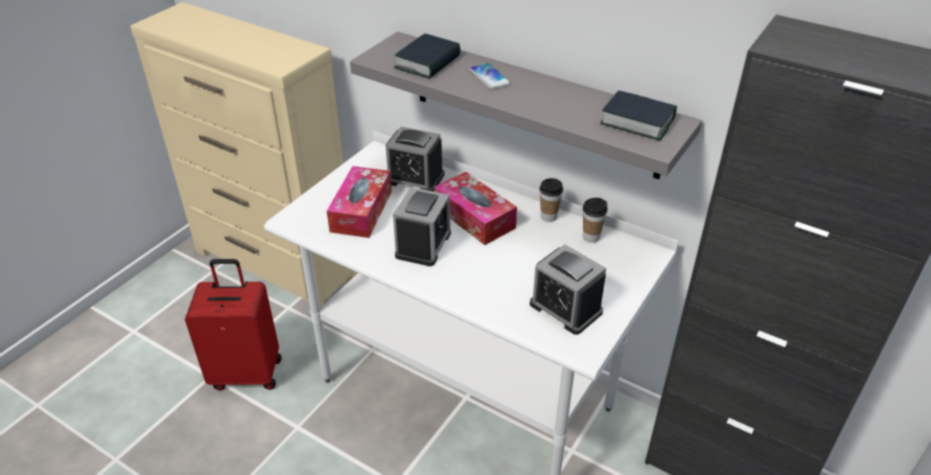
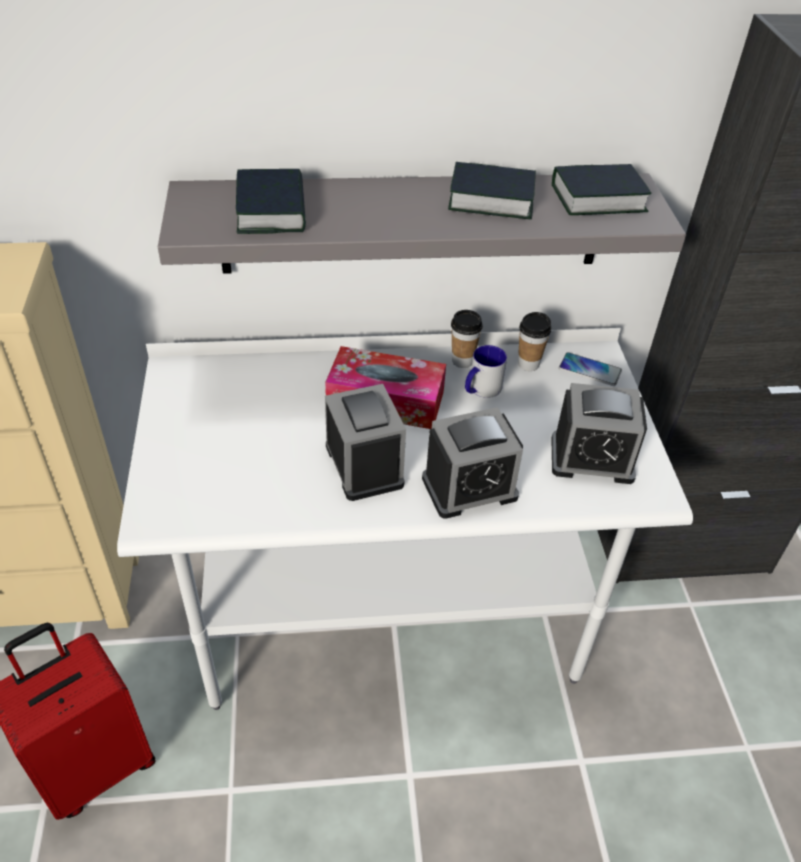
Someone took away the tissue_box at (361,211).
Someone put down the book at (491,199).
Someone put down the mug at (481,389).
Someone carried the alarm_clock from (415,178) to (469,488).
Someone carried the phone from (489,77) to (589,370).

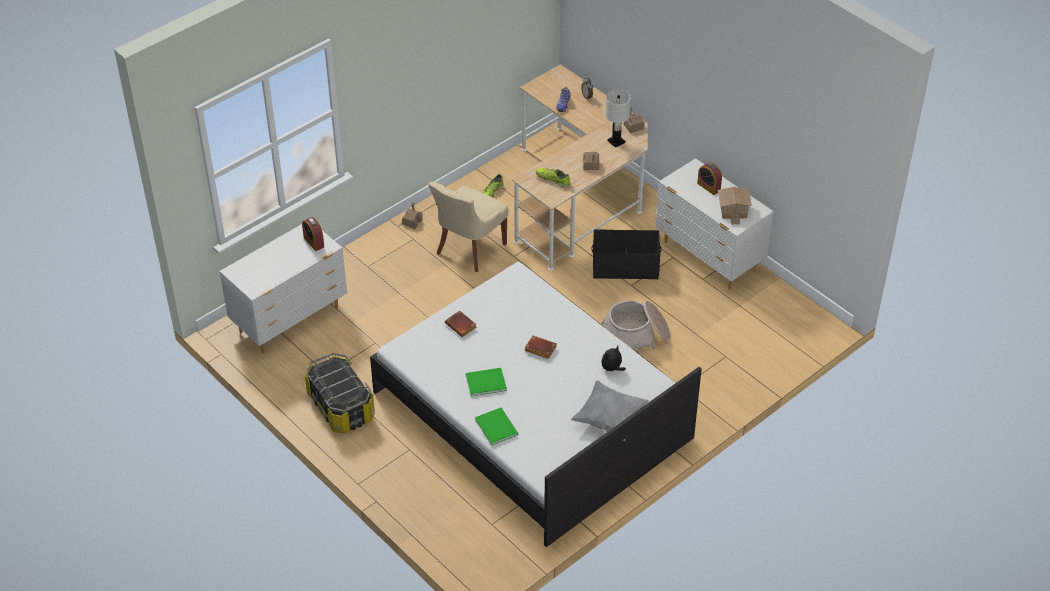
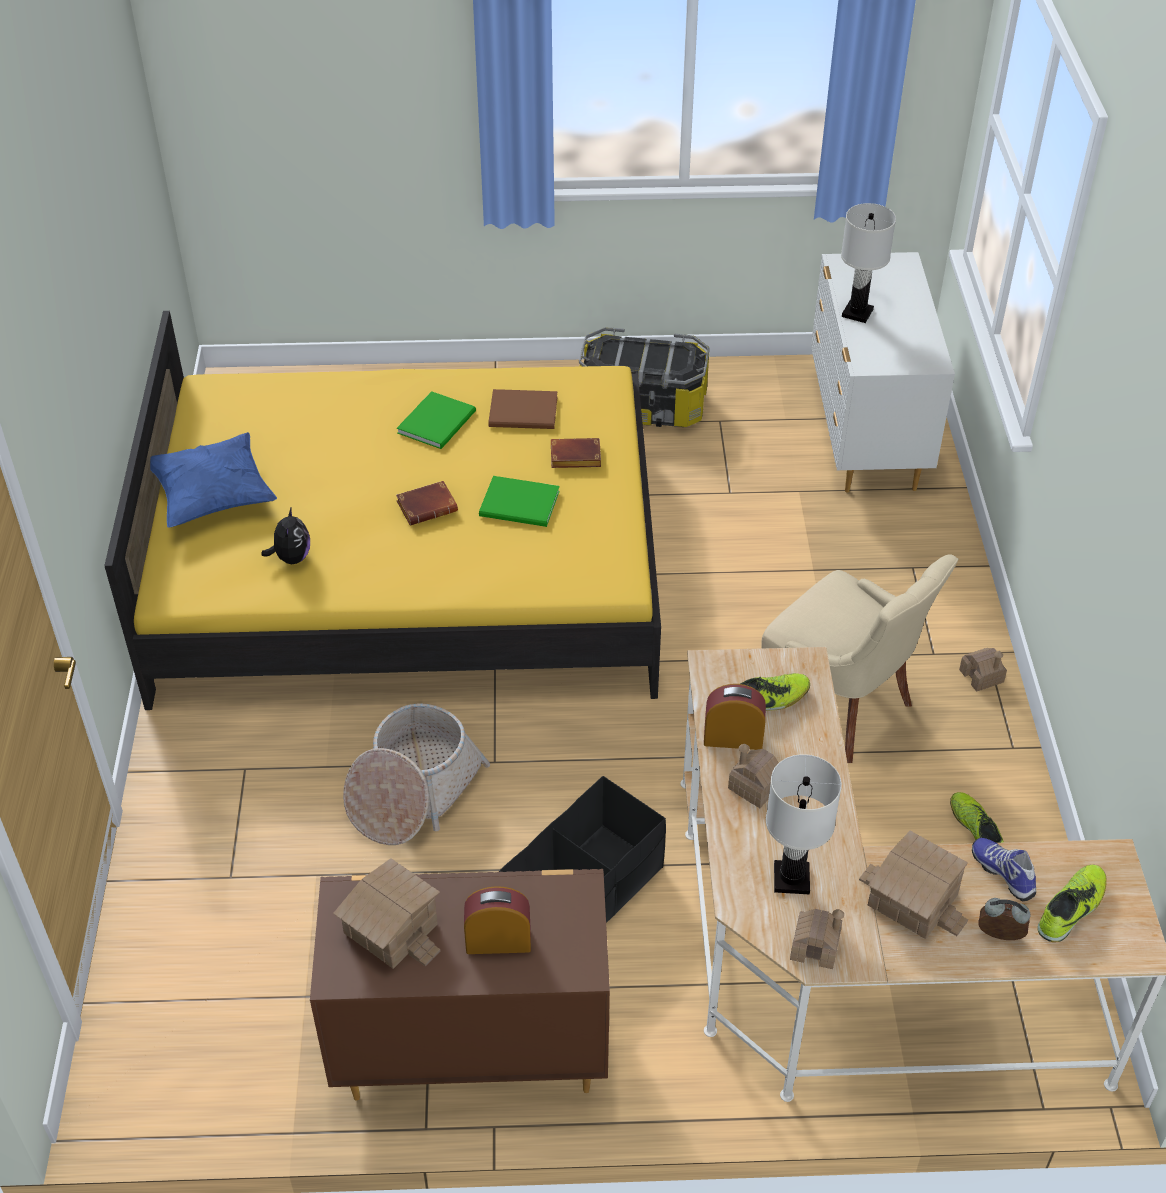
Someone put down the brown_book at (525,413).
Someone put down the white_table_lamp at (858,313).
Someone put down the toy_house at (911,901).
Someone put down the shoe at (1071,908).
Someone carried the alarm_clock from (314,242) to (733,738).
Someone carried the green_book from (496,426) to (521,505).
Someone repainted the white_bed at (532,414), which became the yellow_bed at (408,568).
Someone repainted the grey_pillow at (609,419), which became the blue_pillow at (213,498).
Someone repainted the white_dresser at (709,258), which became the brown_dresser at (469,1049).
Someone rotated the beige_chair at (469,249) by 150 degrees clockwise.

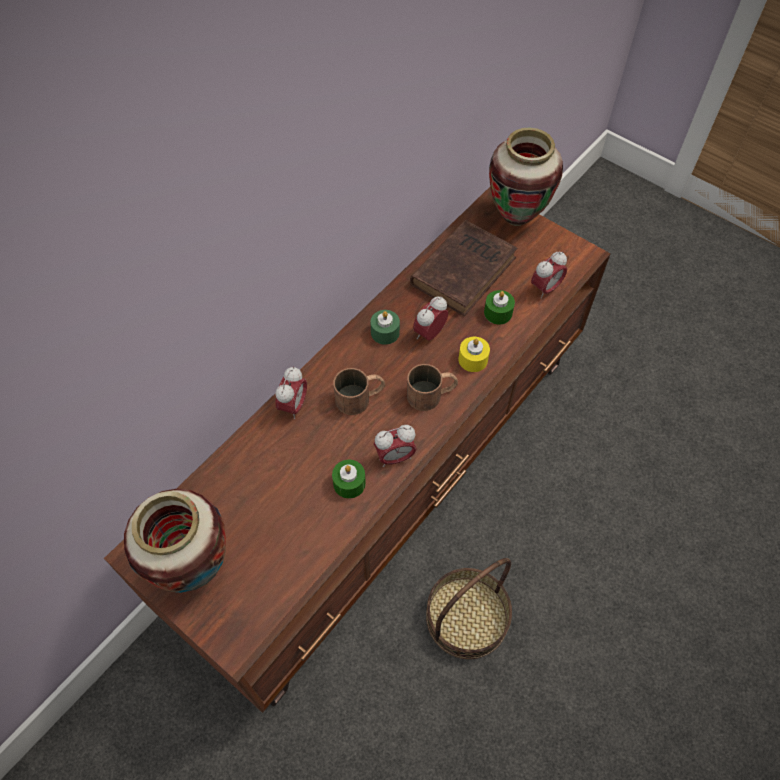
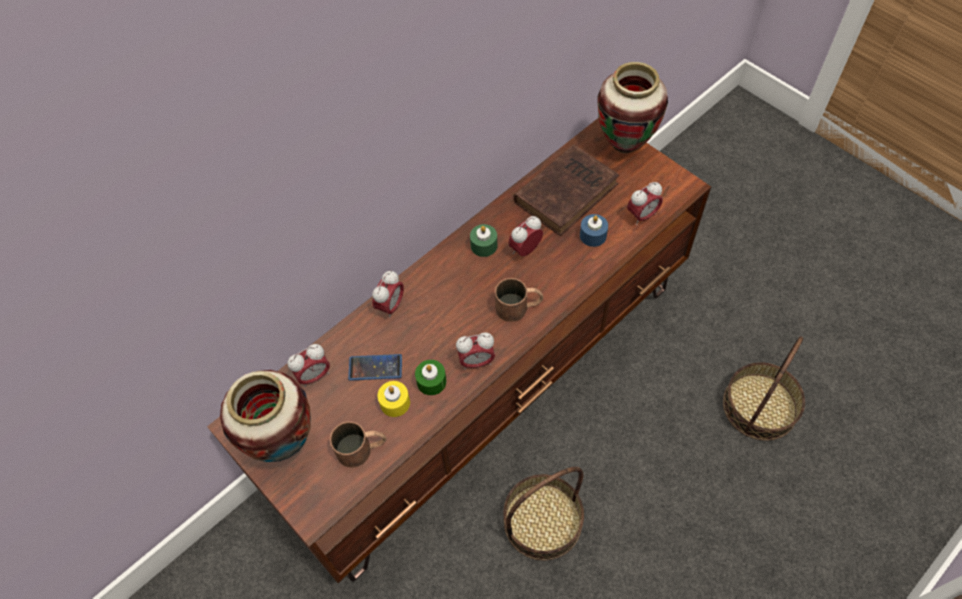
Someone put down the alarm_clock at (314,376).
Someone put down the phone at (375,368).
Someone put down the basket at (759,406).
Someone carried the brown_mug from (360,397) to (362,449).
Someone carried the yellow_candle from (473,359) to (395,403).
Someone repainted the green_candle at (498,313), which became the blue_candle at (593,235).

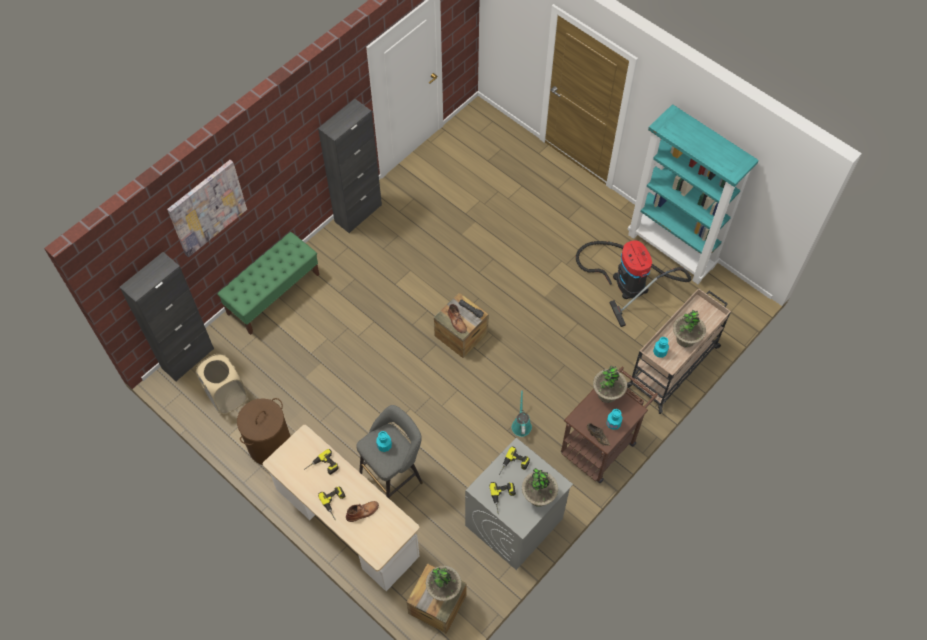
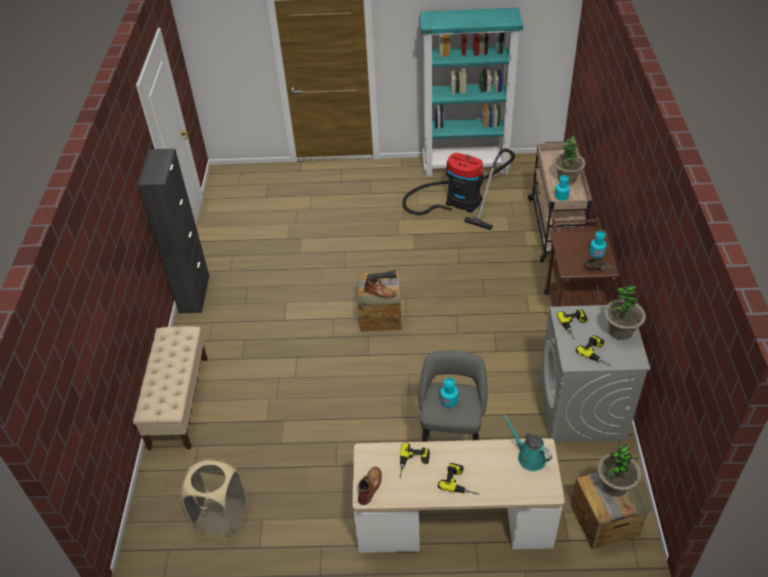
Someone took away the black_cabinet at (188,358).
Someone took away the picture at (207,207).
Someone took away the brown_laundry_basket at (270,446).
Someone took away the potted_plant at (607,394).
Someone carried the brown_boot from (363,512) to (370,486).
Someone carried the turquoise_watering_can from (521,425) to (529,457).
Someone repainted the green_bench at (273,294), which became the beige_bench at (179,402).

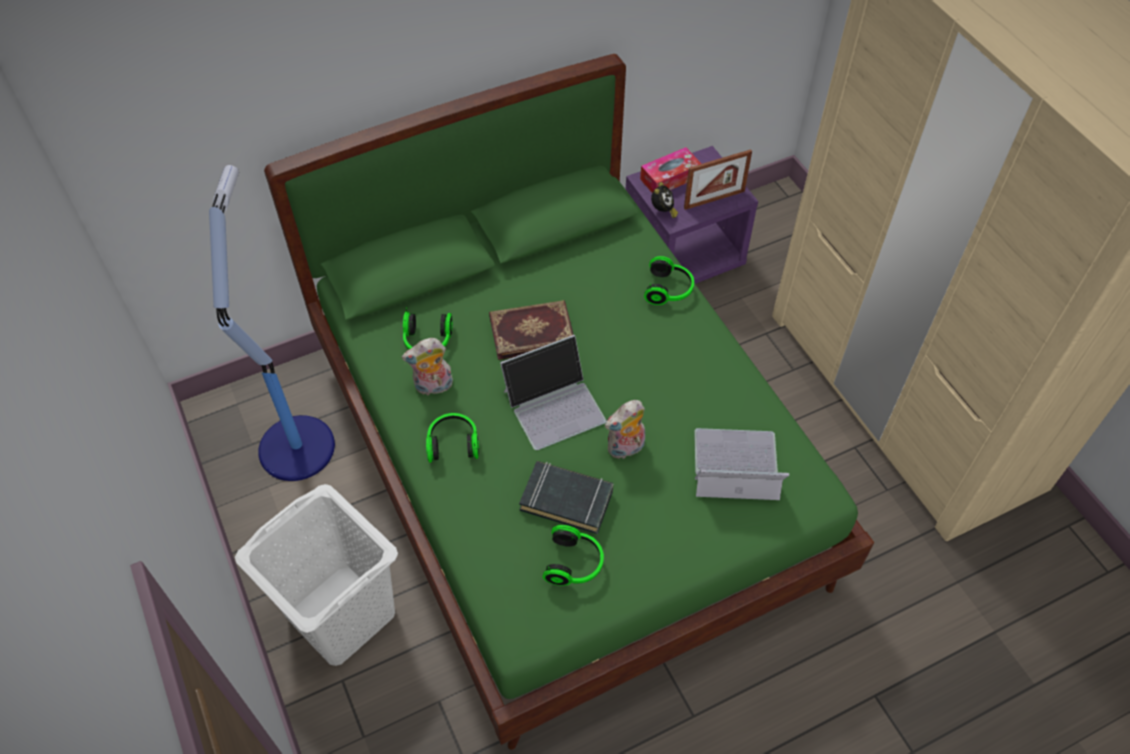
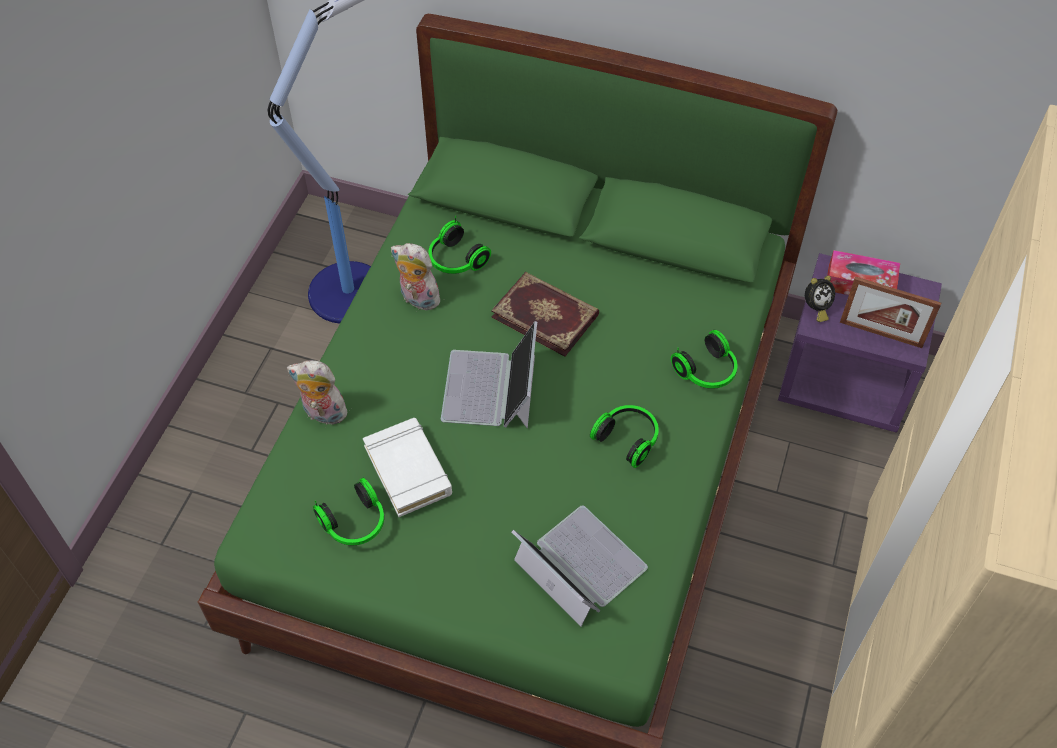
Someone took away the white_laundry_basket at (341,613).
Someone carried the headphones from (453,443) to (628,439).
Someone carried the plush_toy from (625,449) to (322,414).
Someone repainted the black_book at (567,500), which became the white_book at (408,470).
Someone rotated the laptop at (554,405) by 75 degrees clockwise.

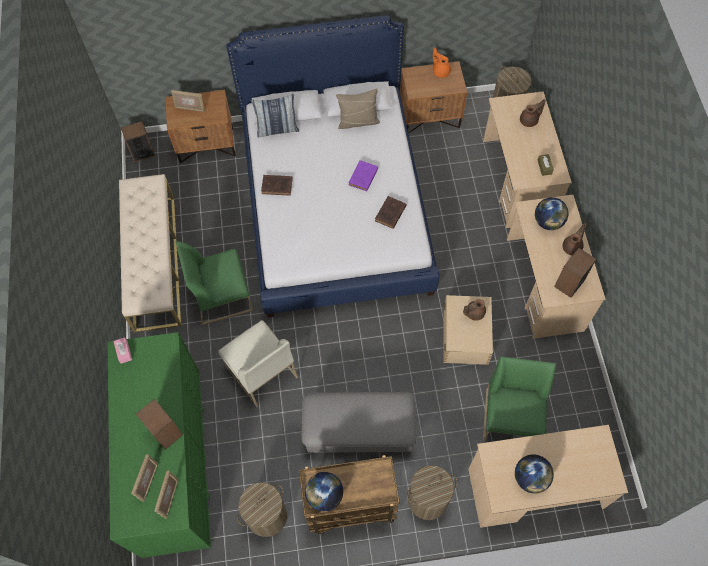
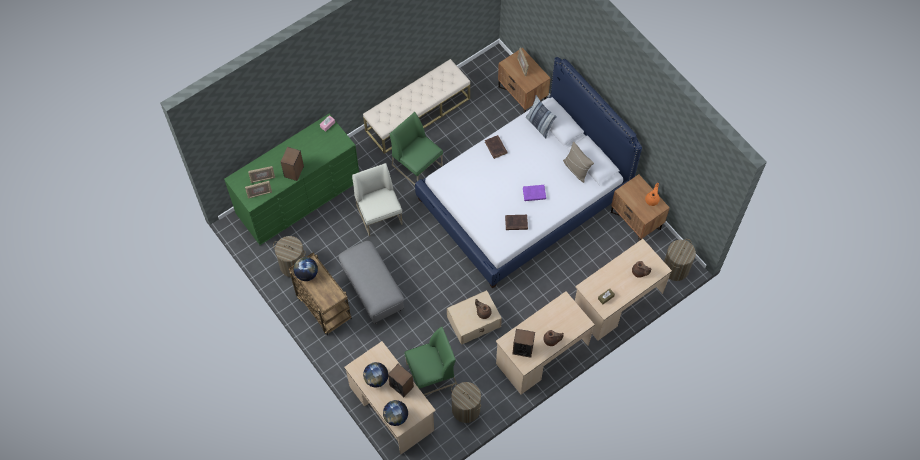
Someone carried the speaker from (142,152) to (401,386).
Someone carried the laundry_basket from (427,499) to (466,409).
Someone carried the globe from (548,222) to (396,417).
Someone rotated the white_chair at (261,372) by 135 degrees clockwise.

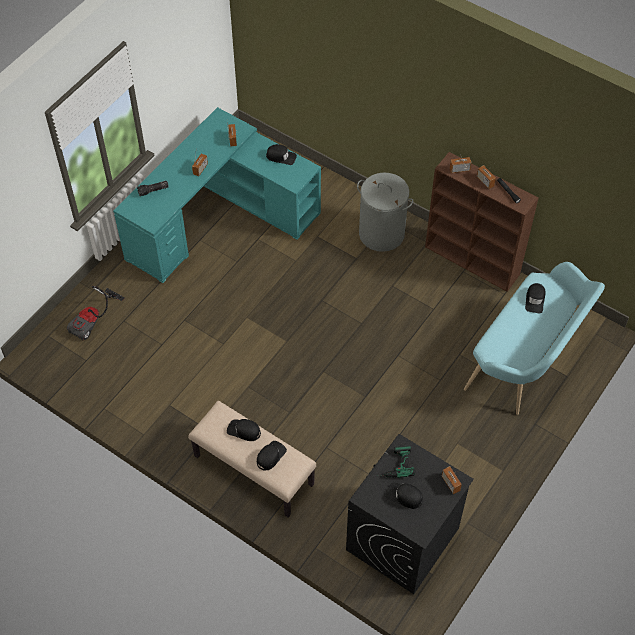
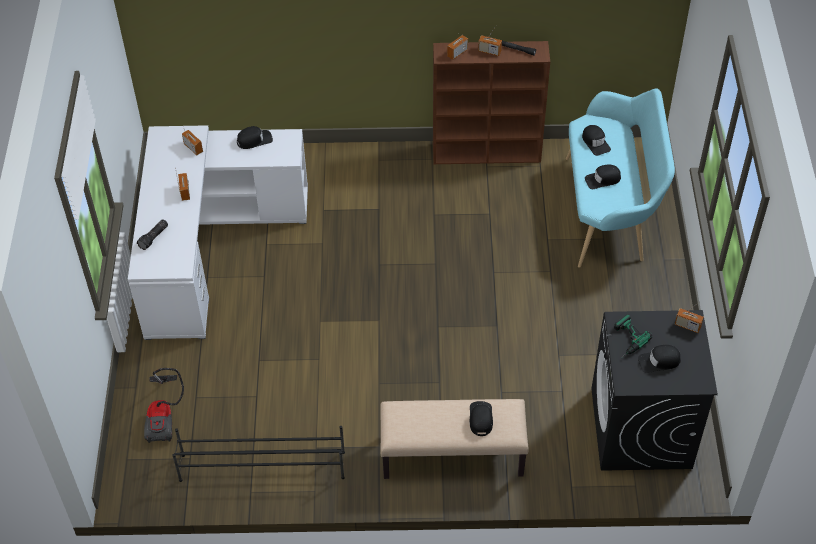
Someone took away the grey_laundry_basket at (382,233).
Someone put down the black_shoe_rack at (261,466).
Someone carried the black_cap from (244,431) to (603,179).
Someone repainted the turquoise_desk at (219,216), which became the white_desk at (207,244).

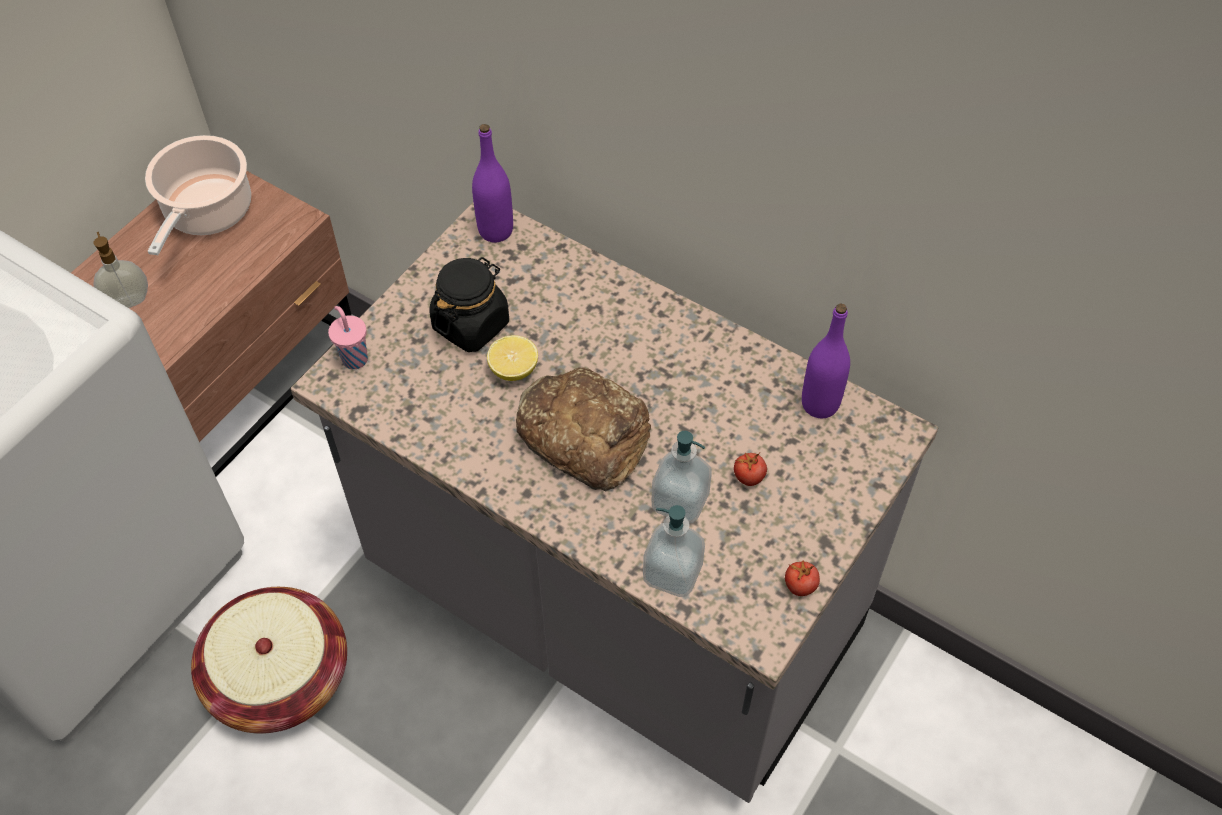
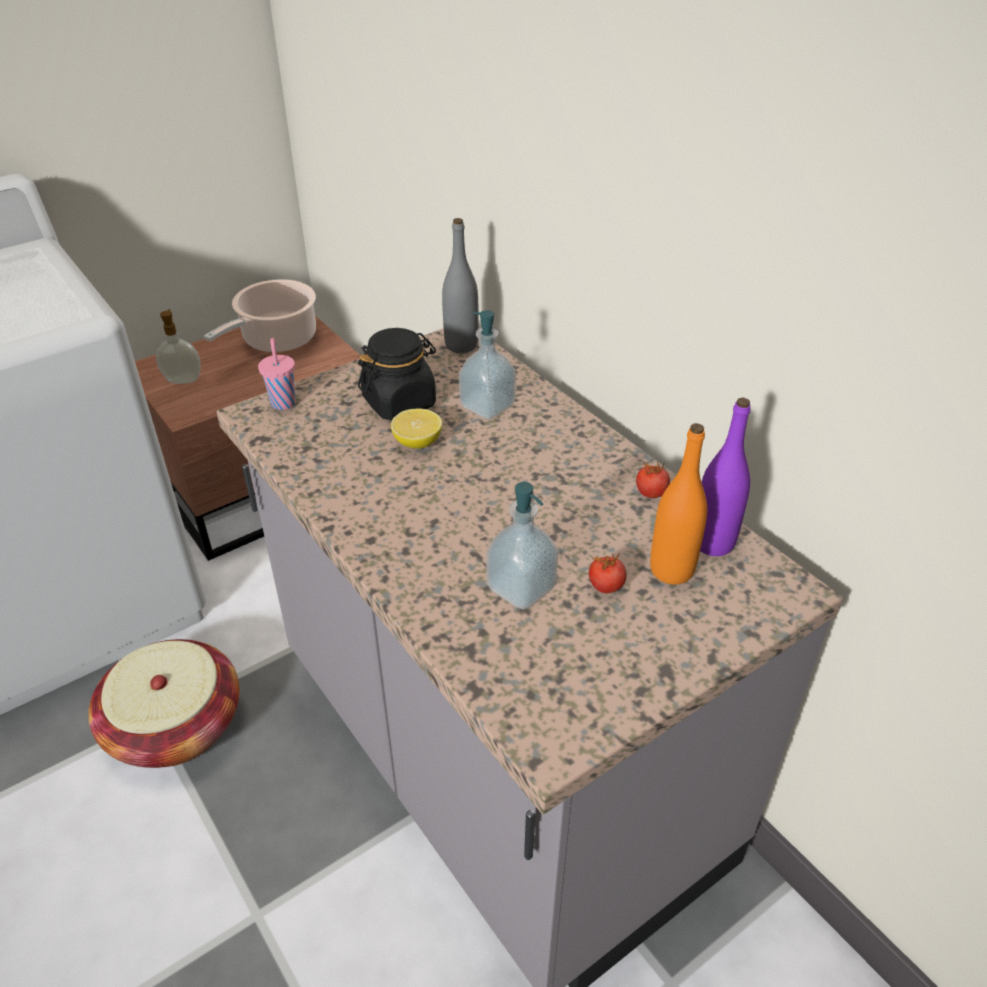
Someone took away the bread at (584,434).
Someone put down the orange_bottle at (671,570).
Someone carried the soap_dispenser from (672,573) to (487,406).
Someone carried the tomato from (800,585) to (651,493).
Someone repainted the purple_bottle at (495,230), which became the grey_bottle at (461,345).

